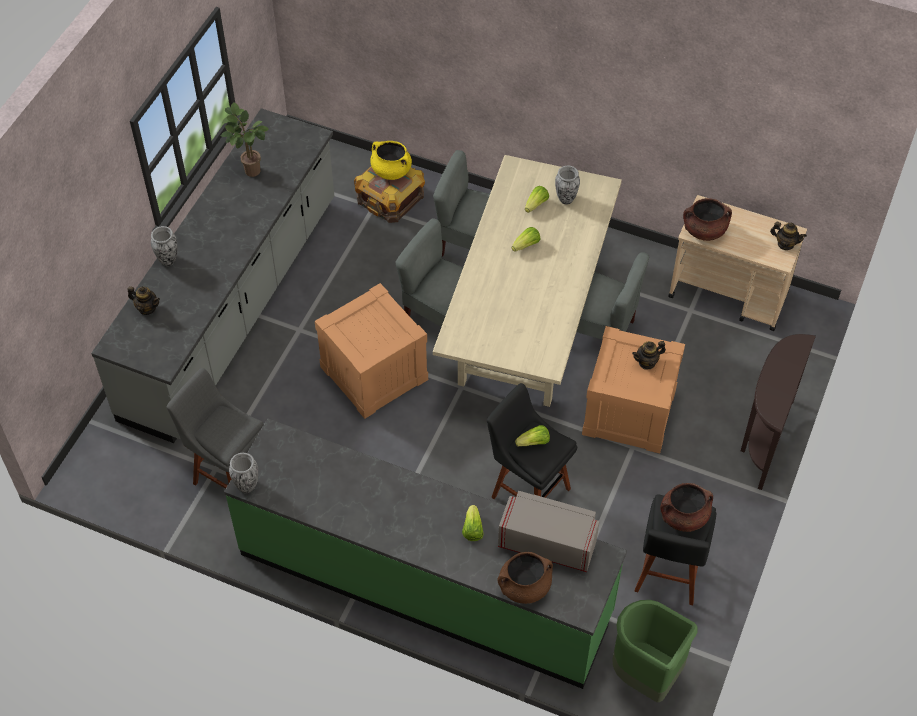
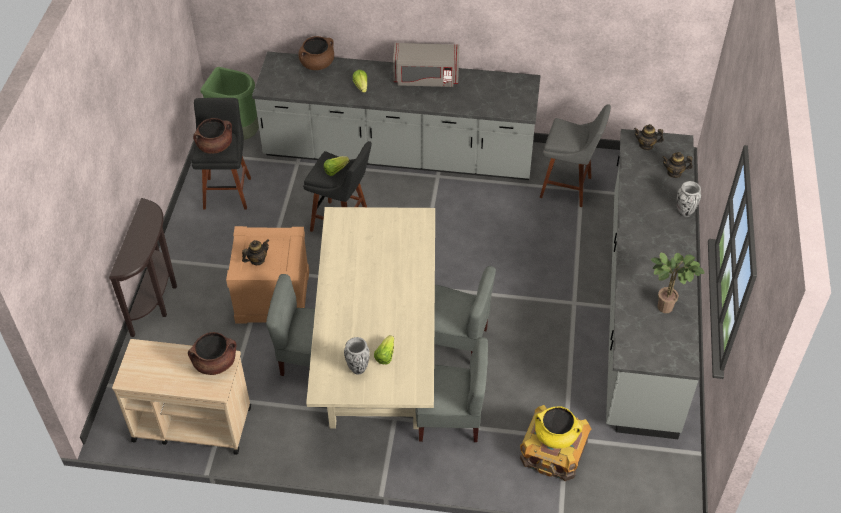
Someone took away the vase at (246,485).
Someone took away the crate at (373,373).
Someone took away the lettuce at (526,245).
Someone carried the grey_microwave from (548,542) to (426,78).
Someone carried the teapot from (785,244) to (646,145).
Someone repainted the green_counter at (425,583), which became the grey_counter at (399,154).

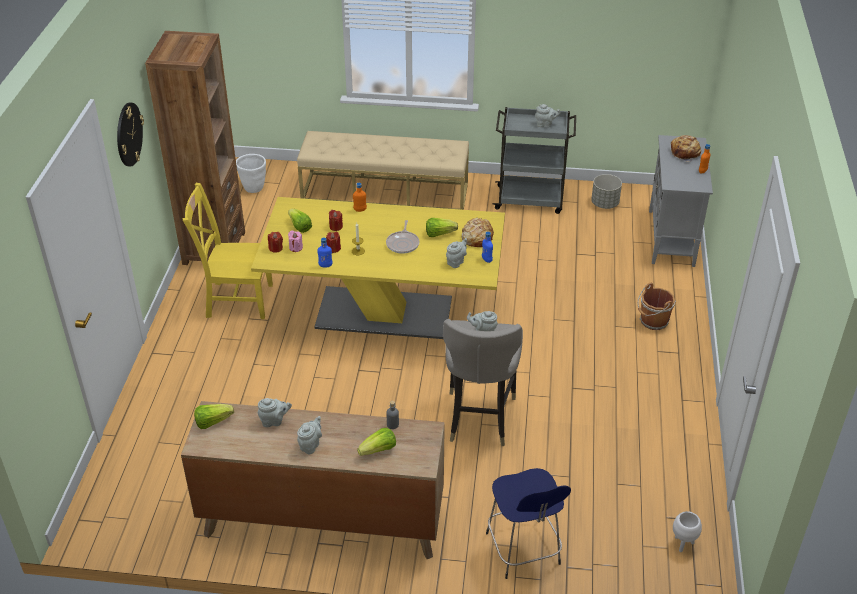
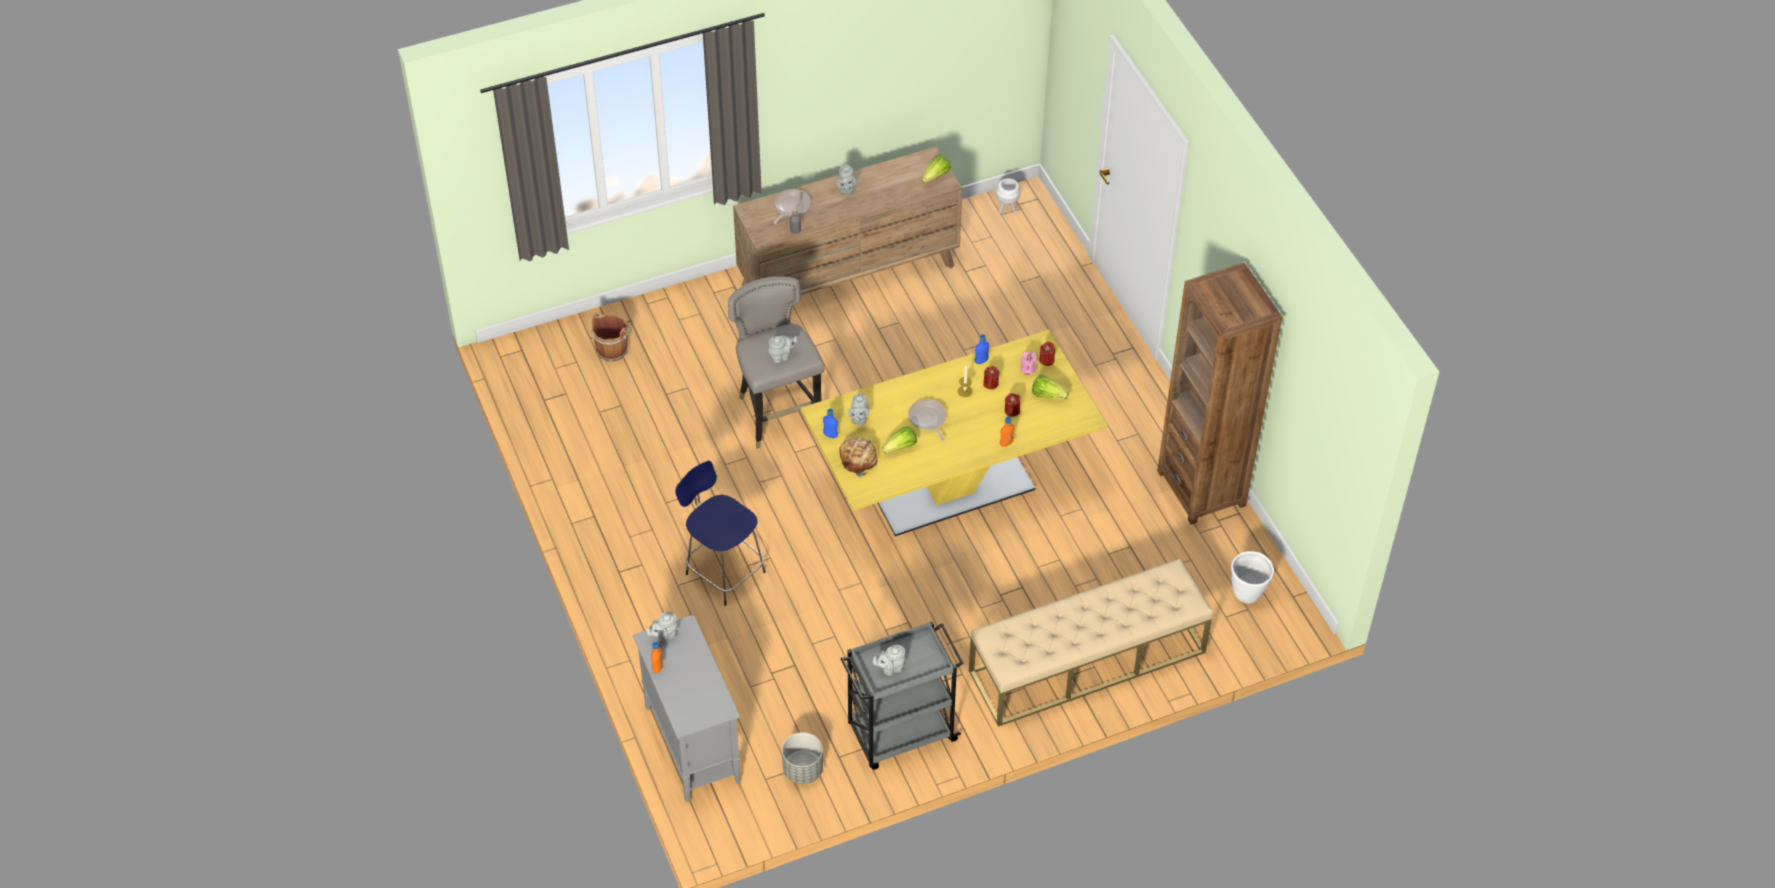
Someone took away the wall_clock at (128,134).
Someone took away the yellow_chair at (236,300).
Someone took away the bread at (685,152).
Someone carried the grey_teapot from (274,421) to (664,636).
Someone carried the blue_stool from (523,551) to (723,571).
Someone carried the brown_bucket from (653,321) to (613,349).
Someone carried the white_planter from (682,544) to (1007,208).
Someone swapped the lettuce at (379,450) for the frying_pan at (791,207).

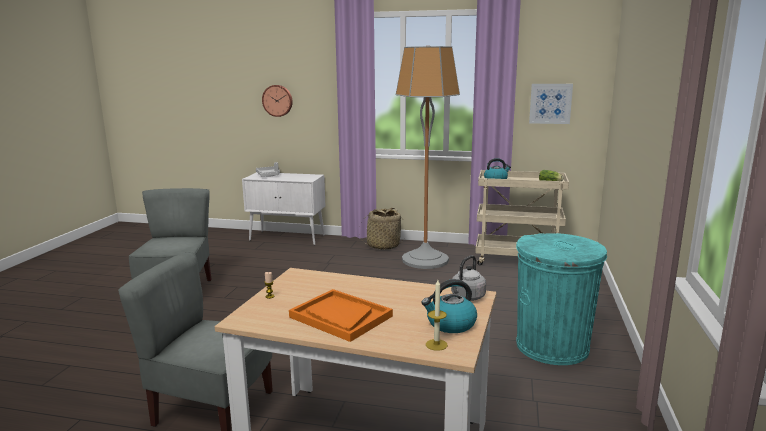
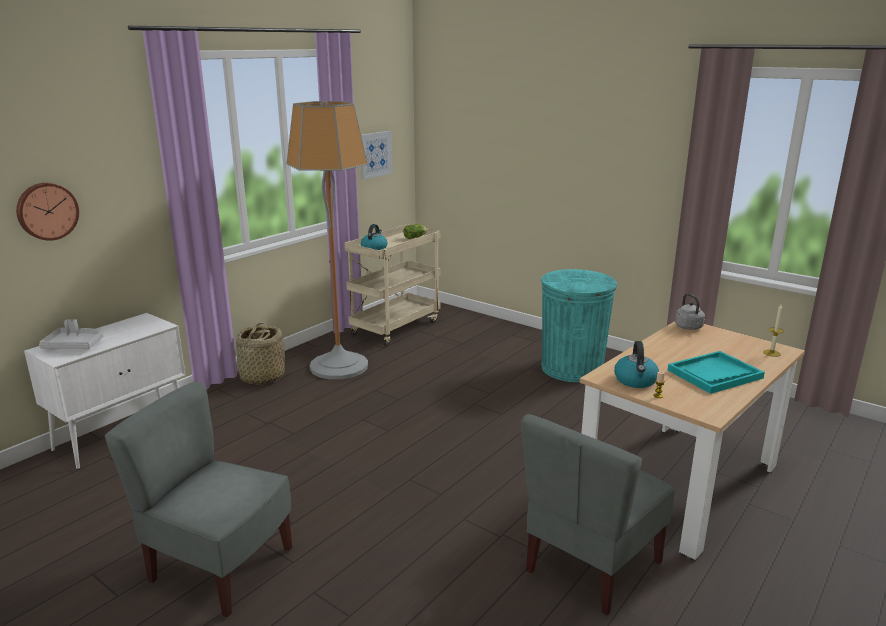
Someone carried the kettle from (450,324) to (635,381).
Someone repainted the orange_tray at (340,317), which became the turquoise_tray at (714,374).

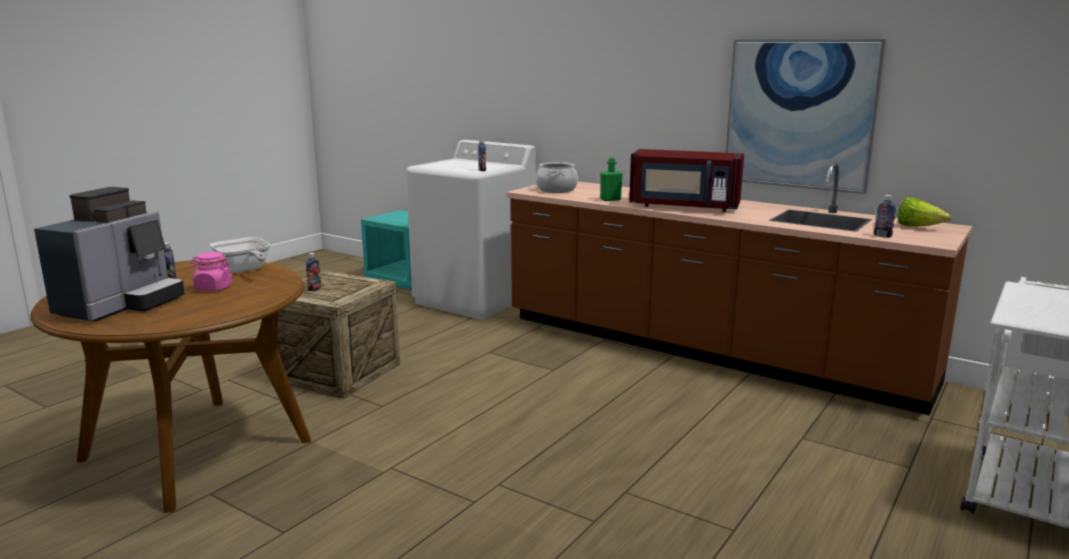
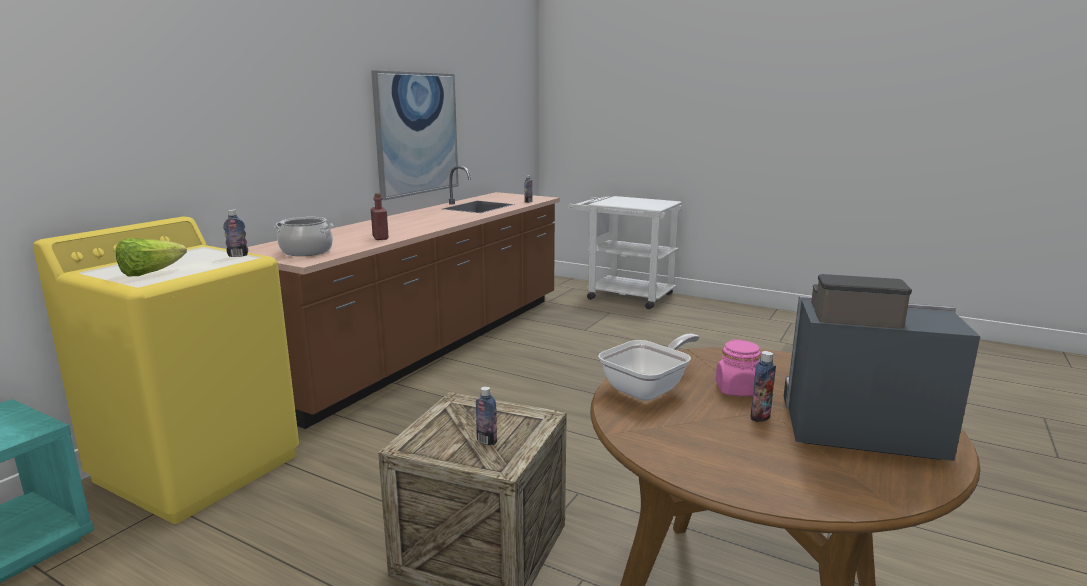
Someone took away the red_microwave at (684,207).
Someone carried the lettuce from (918,227) to (150,273).
Someone repainted the white_washing_machine at (475,300), which became the yellow_washing_machine at (199,467).
Someone repainted the green_bottle at (610,199), which became the red_bottle at (380,238).

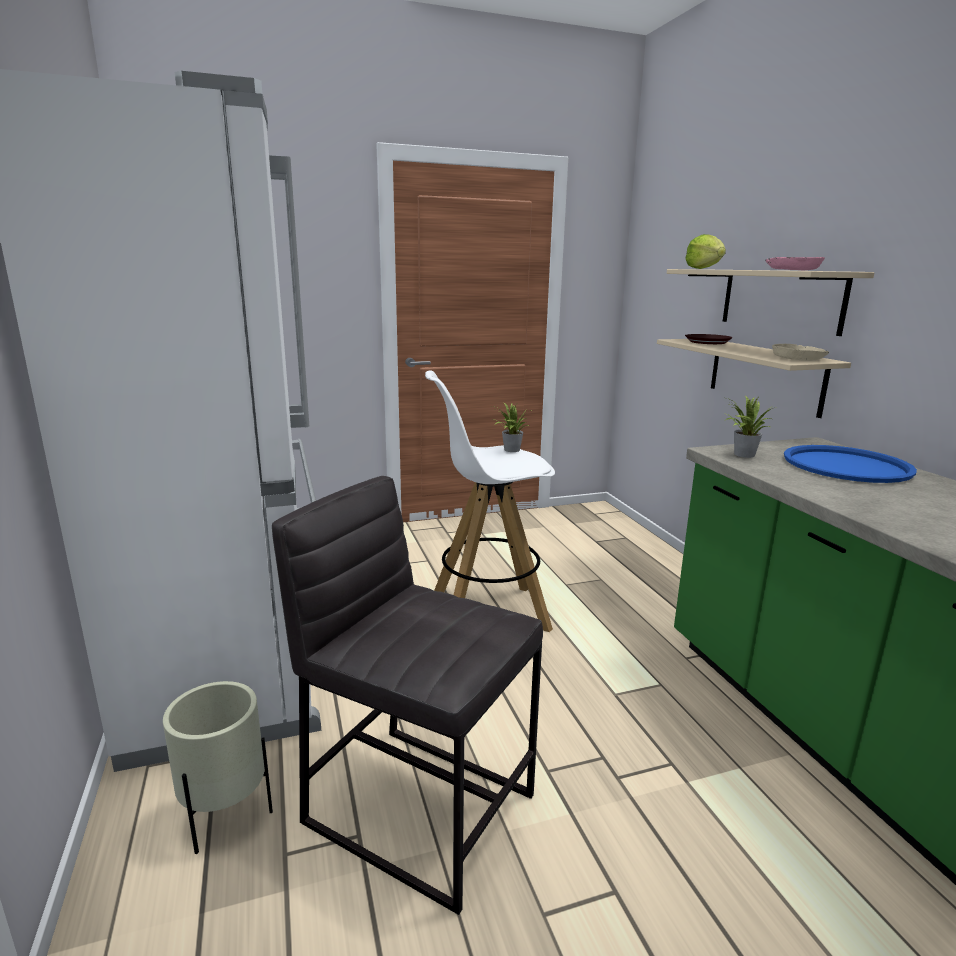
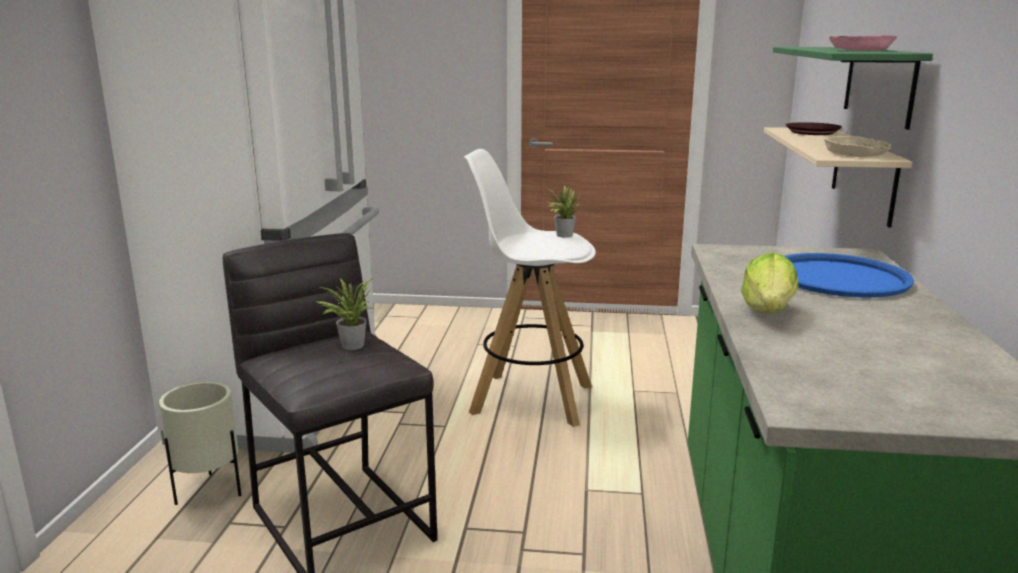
Someone carried the lettuce from (704,269) to (768,312).
Someone carried the potted_plant from (741,454) to (350,345).
Someone repainted the beige_shelf at (780,299), which became the green_shelf at (878,84).

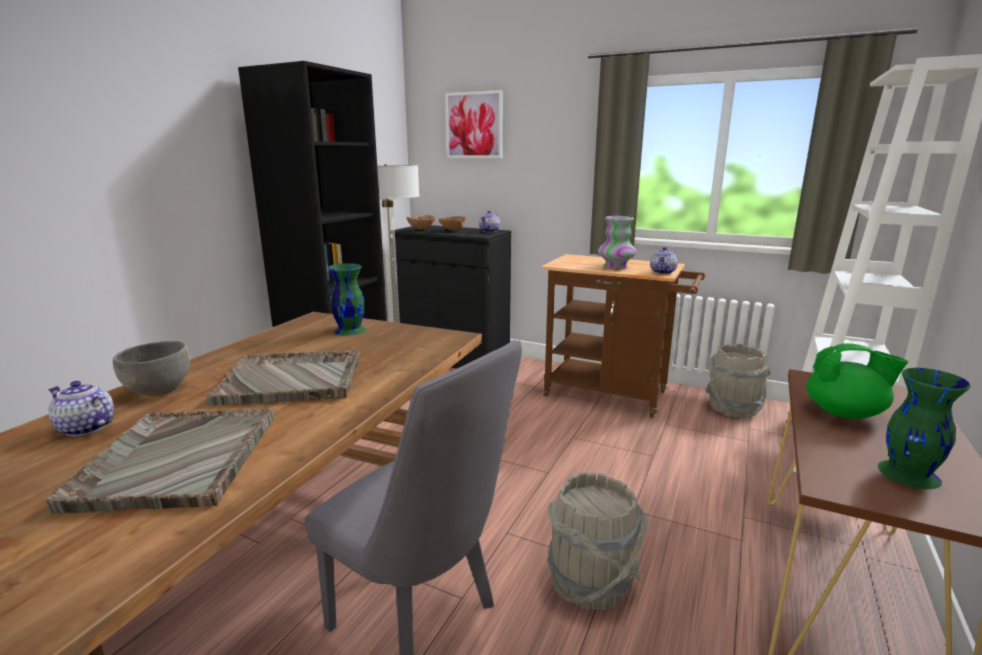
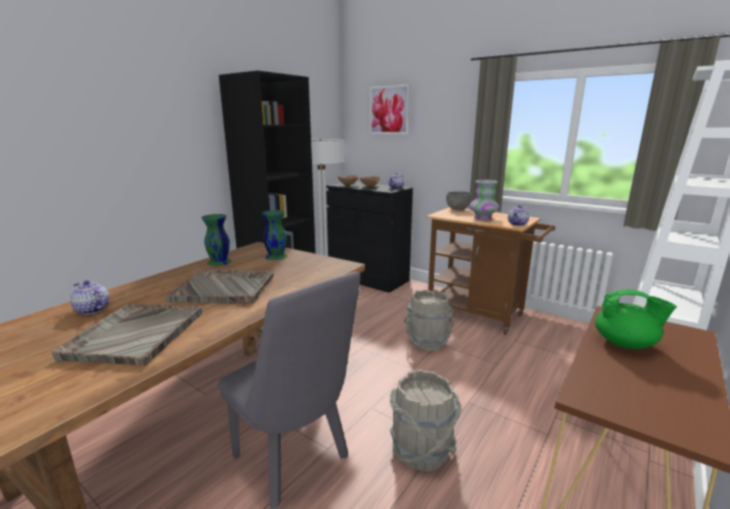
Someone carried the grey_bowl from (159,391) to (457,209).
Someone carried the grey_bucket from (733,408) to (427,342).
Someone carried the green_vase from (909,474) to (219,262).

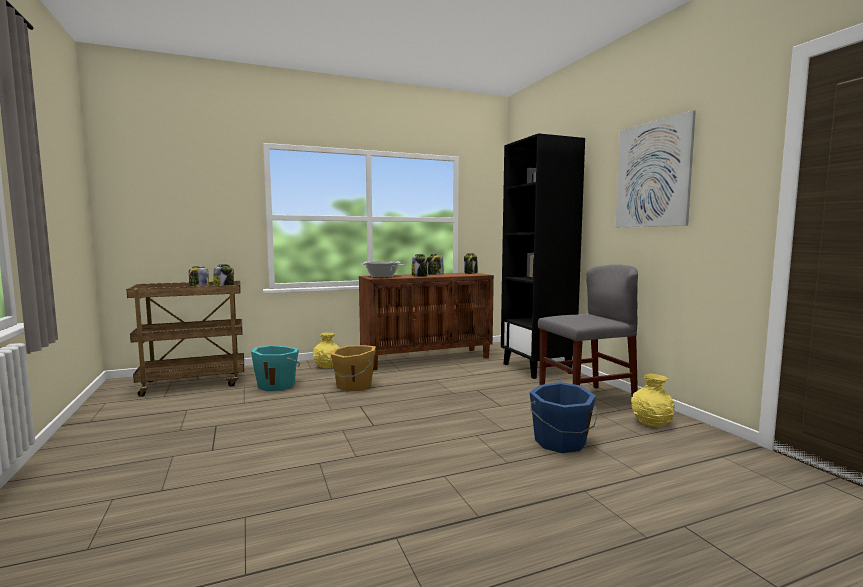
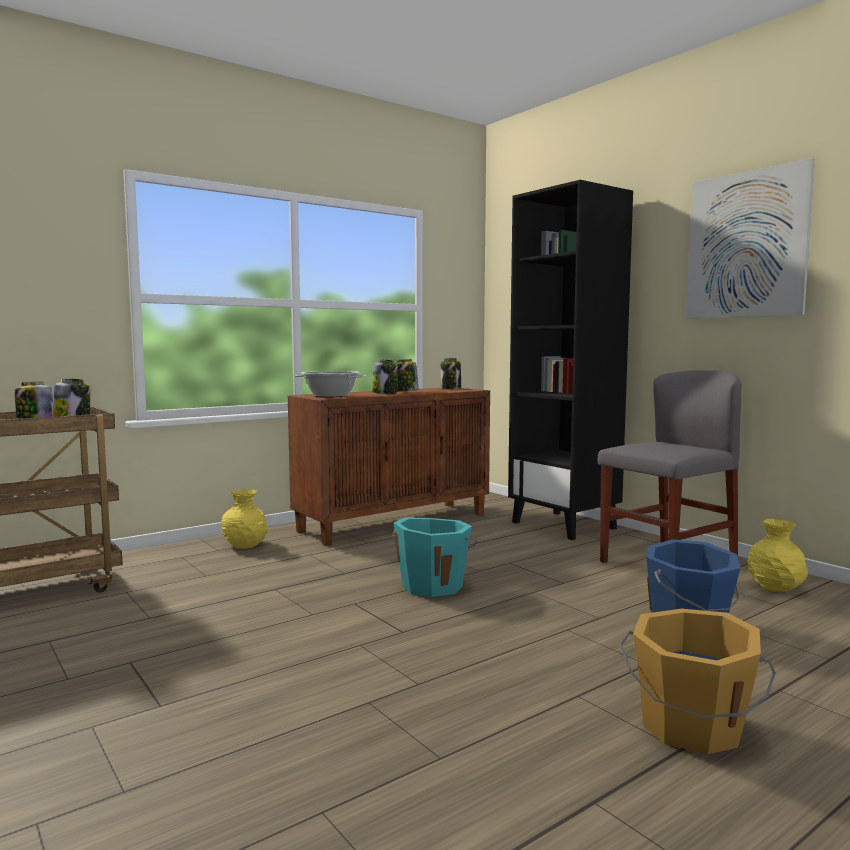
Someone carried the turquoise_bucket from (277,385) to (433,585).
Someone carried the orange_bucket from (353,385) to (691,727).

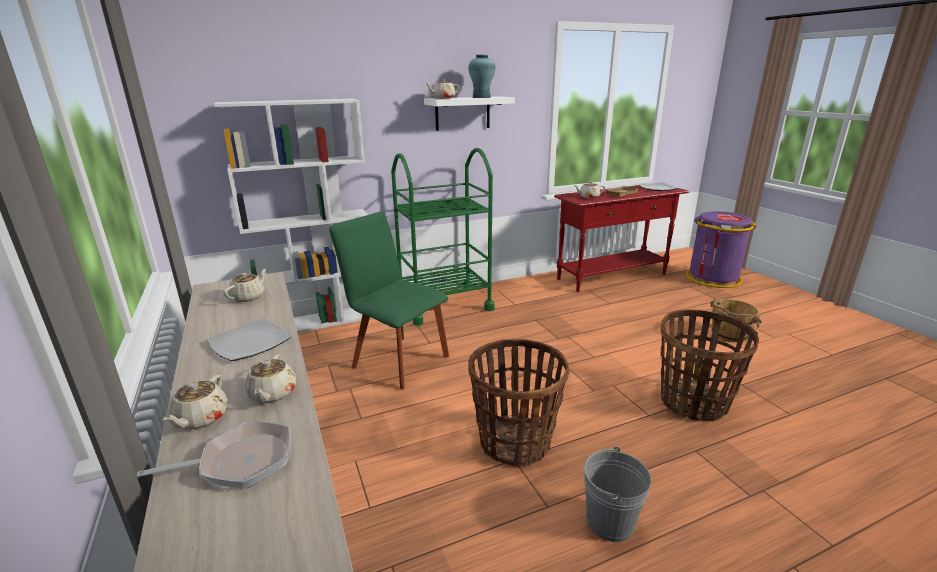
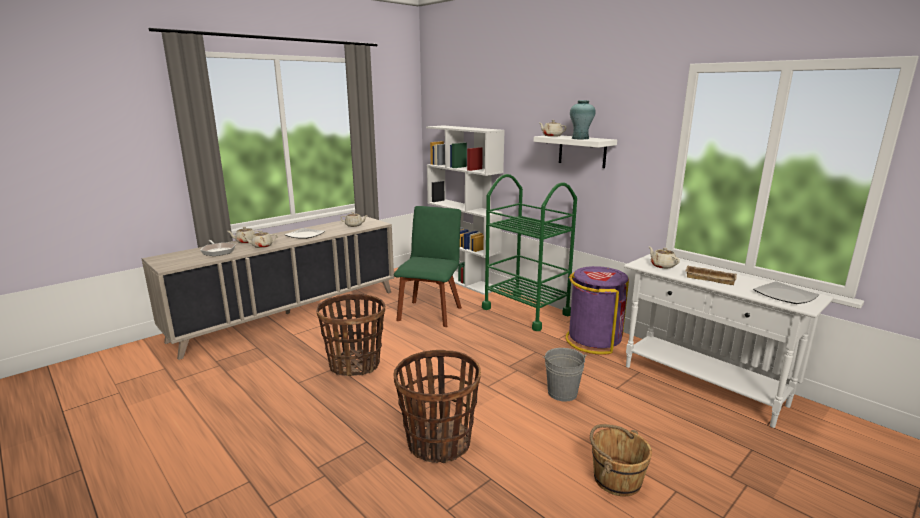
Someone carried the grey_bucket from (610,521) to (562,393).
Someone carried the purple_trash_can from (712,278) to (593,340).
Someone repainted the red_console_table at (612,276), which became the white_console_table at (702,386).

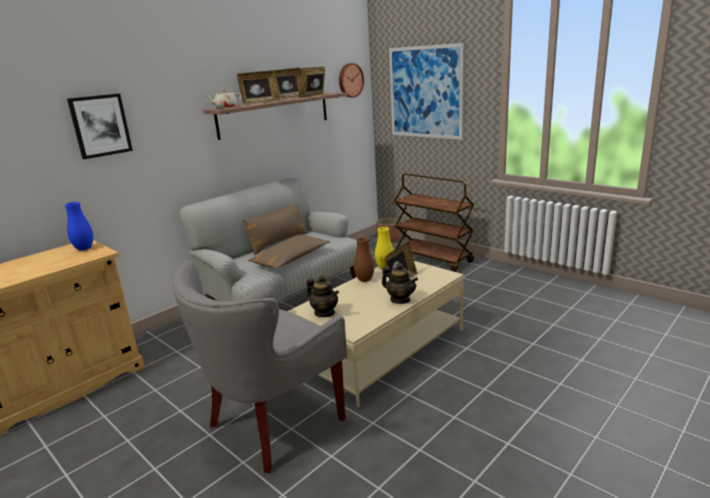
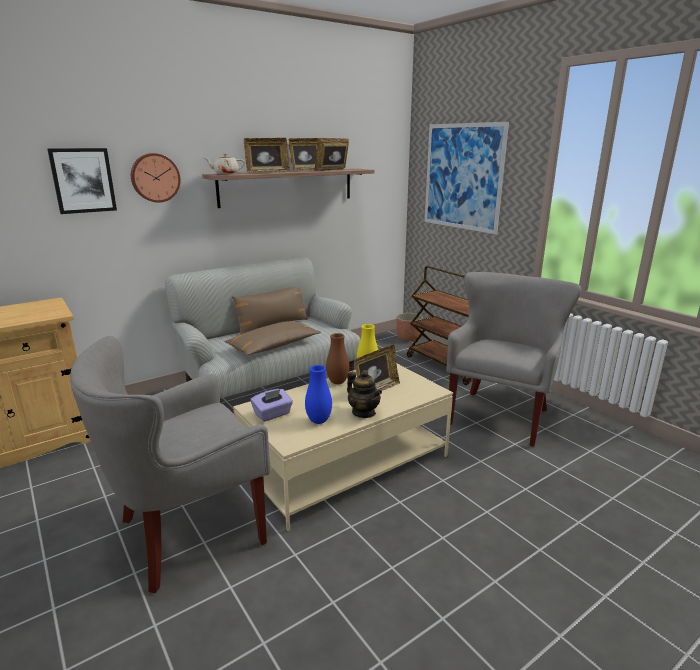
Someone put down the grey_armchair at (500,416).
Someone carried the blue_vase from (84,249) to (319,421).
Someone carried the wall_clock from (350,80) to (155,177).
Someone swapped the teapot at (324,313) for the purple_tissue_box at (272,414).

